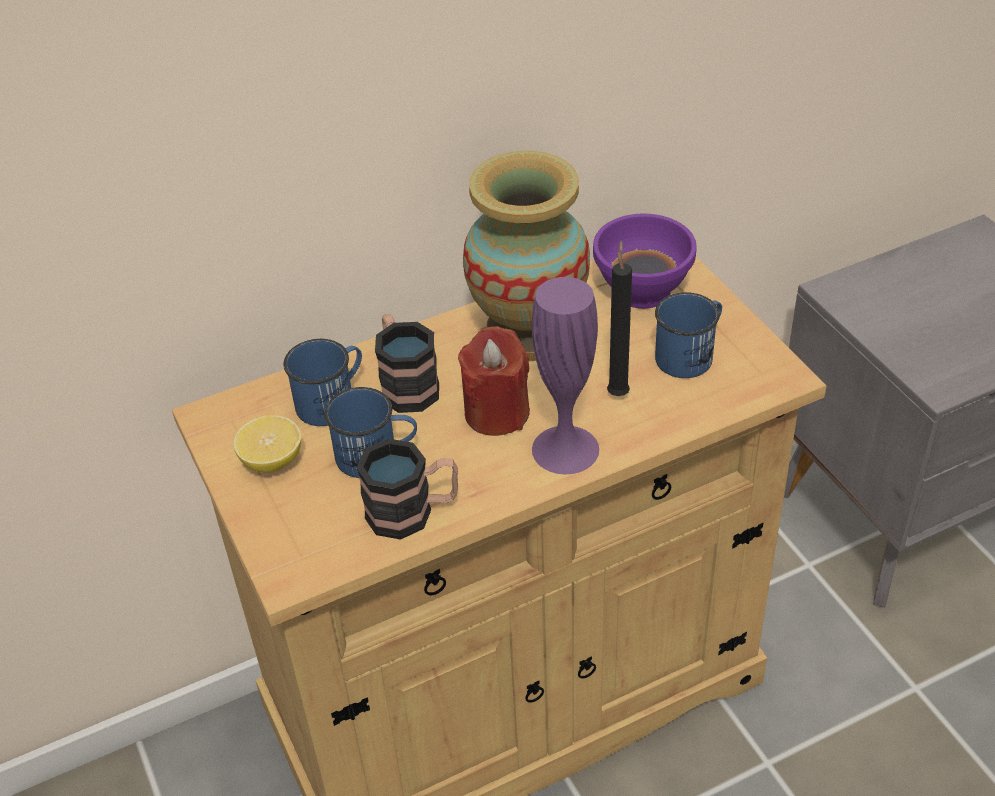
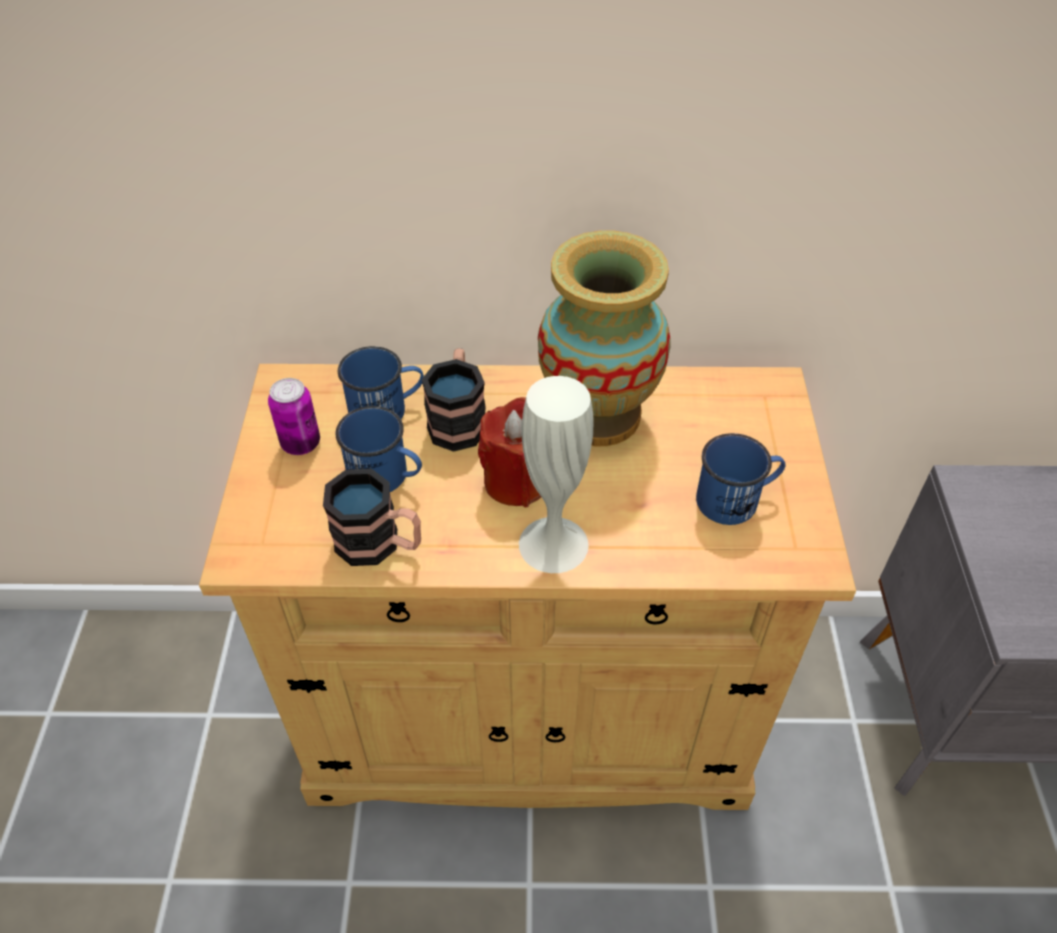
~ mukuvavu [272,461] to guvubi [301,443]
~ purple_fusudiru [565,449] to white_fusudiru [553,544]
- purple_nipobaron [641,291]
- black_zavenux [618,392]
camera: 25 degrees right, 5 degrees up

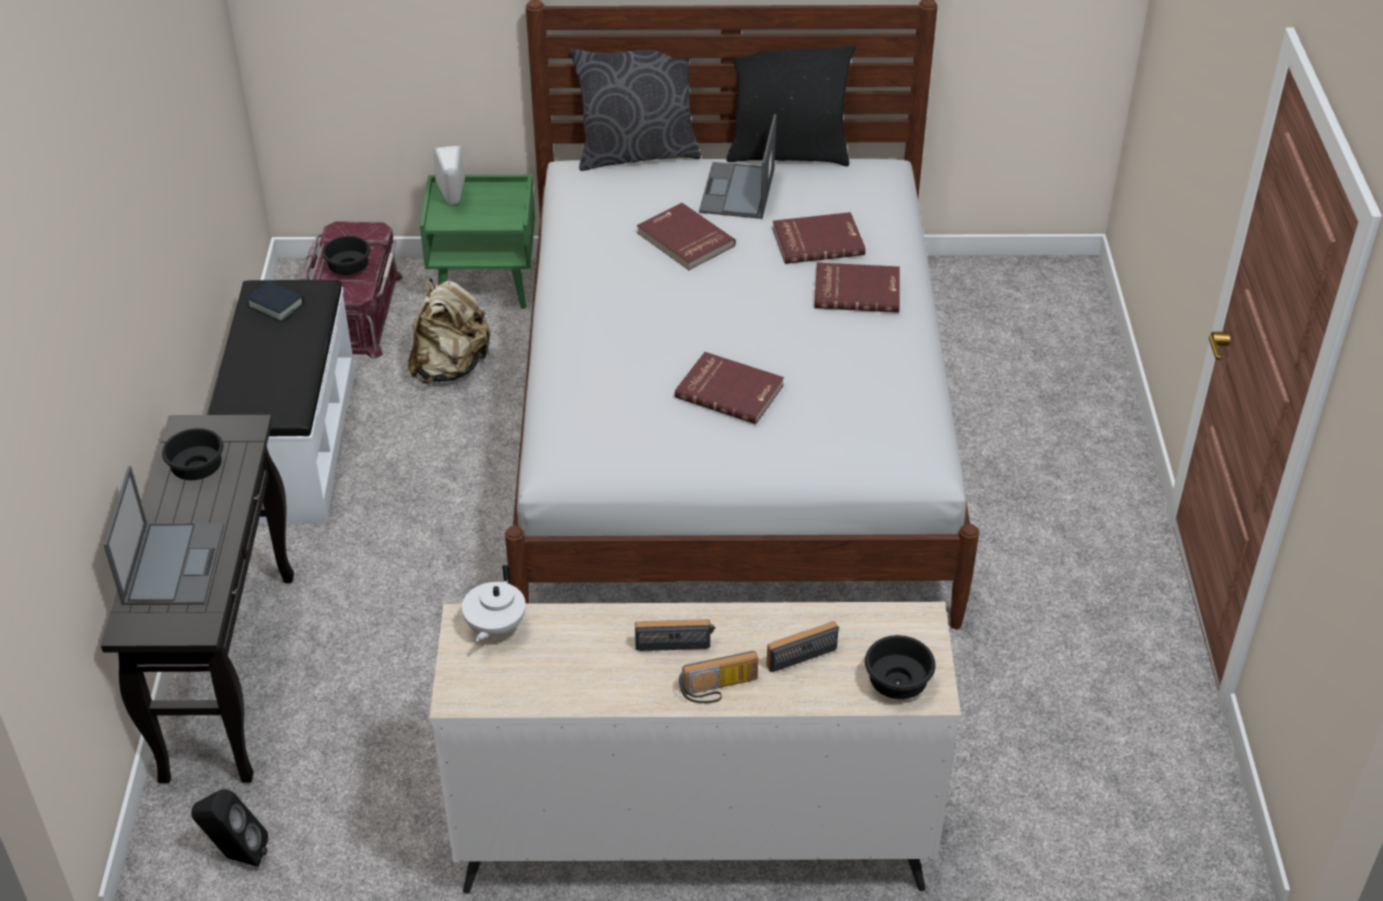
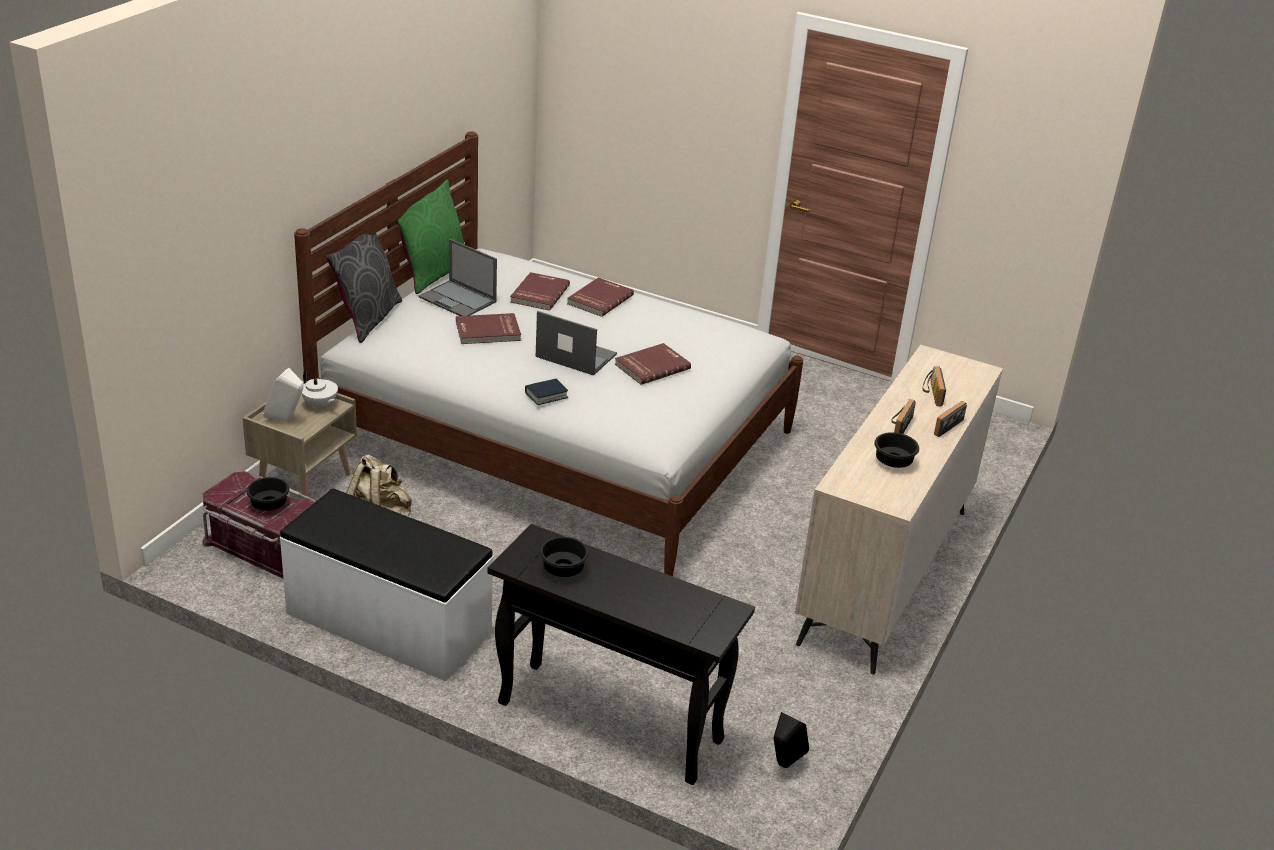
~ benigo [173,563] to [575,355]
~ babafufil [276,305] to [546,395]
~ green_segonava [486,286] to beige_segonava [304,481]
~ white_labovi [495,628] to [320,405]
~ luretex [719,690] = [945,425] 150 degrees counterclockwise
~ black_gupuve [788,152] to green_gupuve [432,273]
~ black_nipobaron [899,684] to [894,462]
camera: 65 degrees left, 10 degrees down

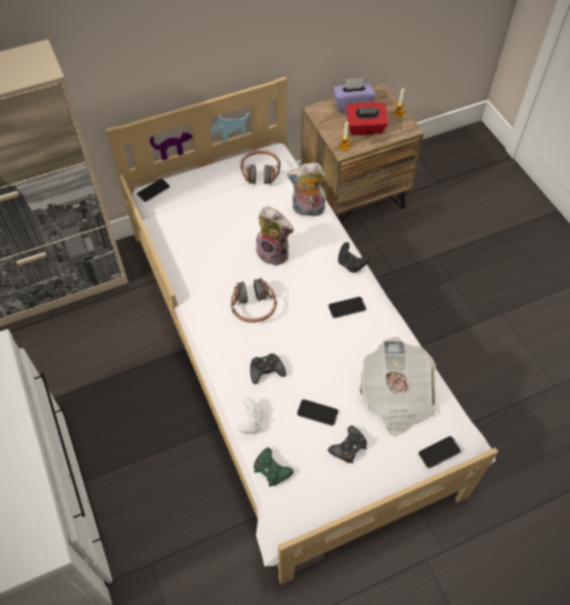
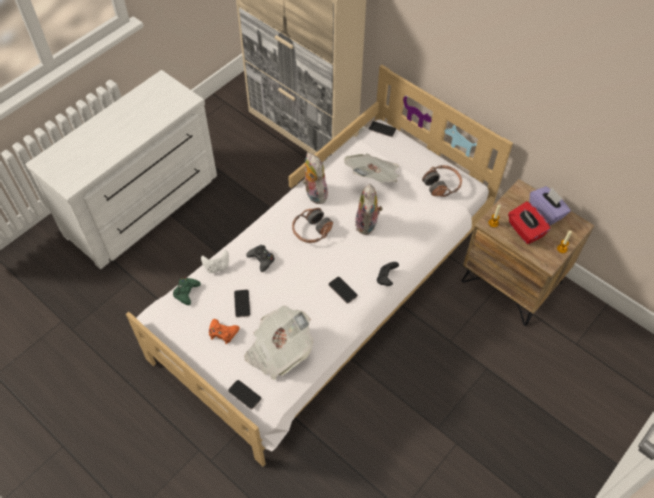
~ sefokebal [307,210] to [314,193]
~ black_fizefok [348,447] to orange_fizefok [223,333]
+ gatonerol [373,177]
camera: 65 degrees right, 0 degrees up

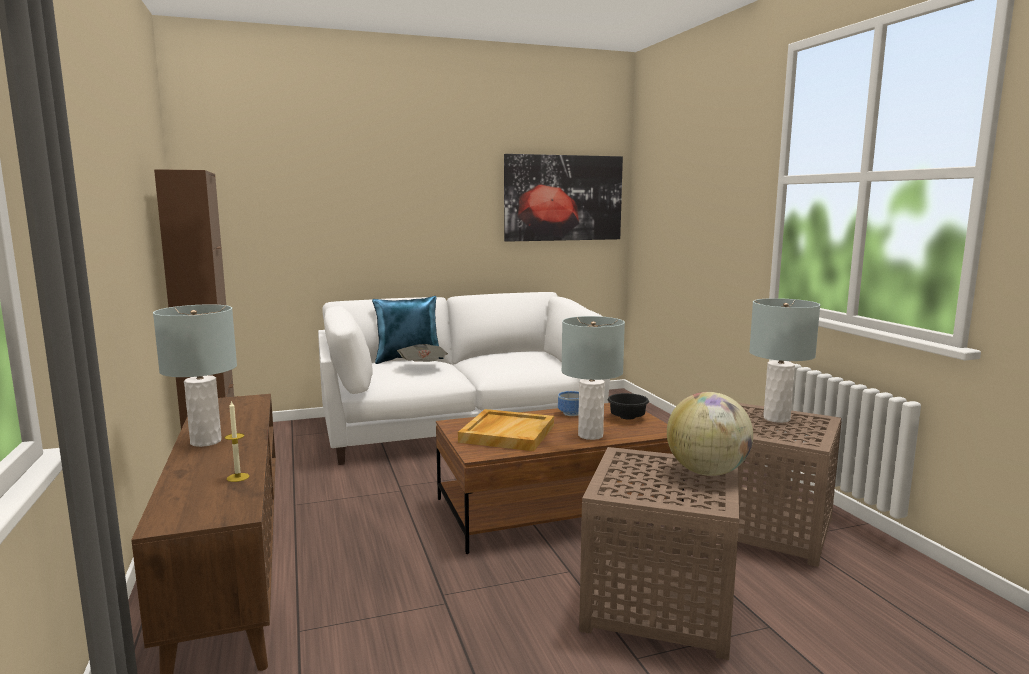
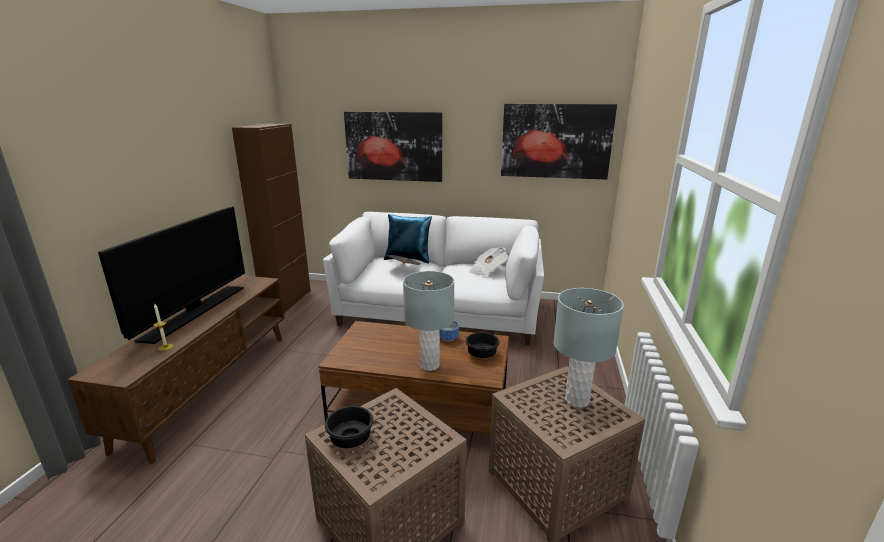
~ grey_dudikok [205,441] to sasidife [195,312]
- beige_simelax [507,433]
- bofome [707,472]
+ black_nipobaron [352,439]
+ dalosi [394,146]
+ gatonerol [487,271]
camera: 30 degrees right, 10 degrees up

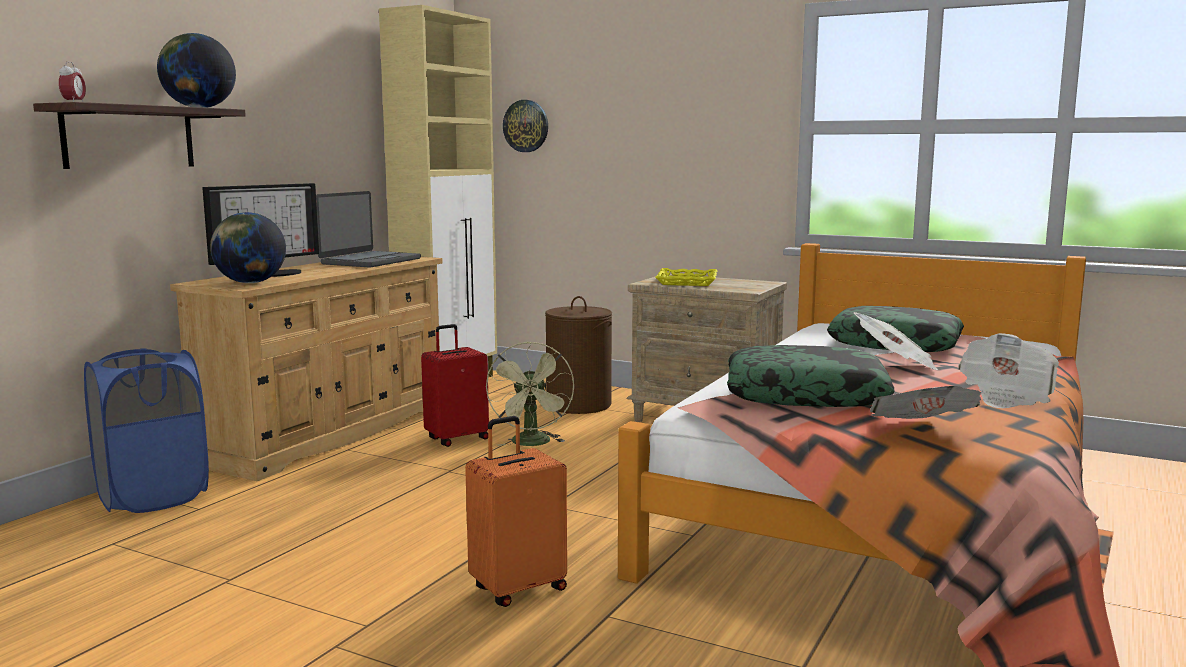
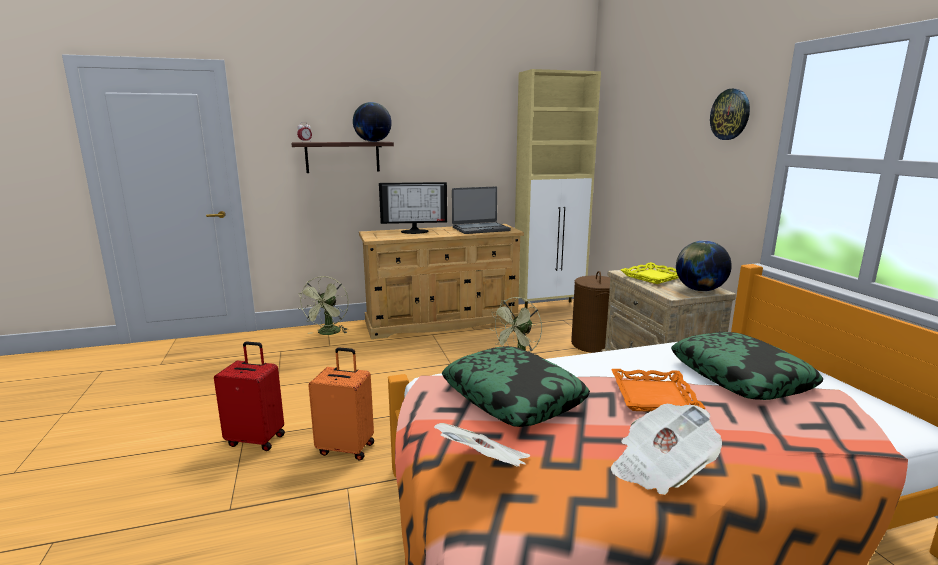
~ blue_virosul [153,497] to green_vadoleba [328,333]
~ bofome [250,283] to [699,290]
~ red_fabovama [456,439] to [257,439]
~ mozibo [526,126] to [730,114]
~ gatonerol [895,363] to orange_simelax [654,397]
camera: 45 degrees right, 5 degrees up

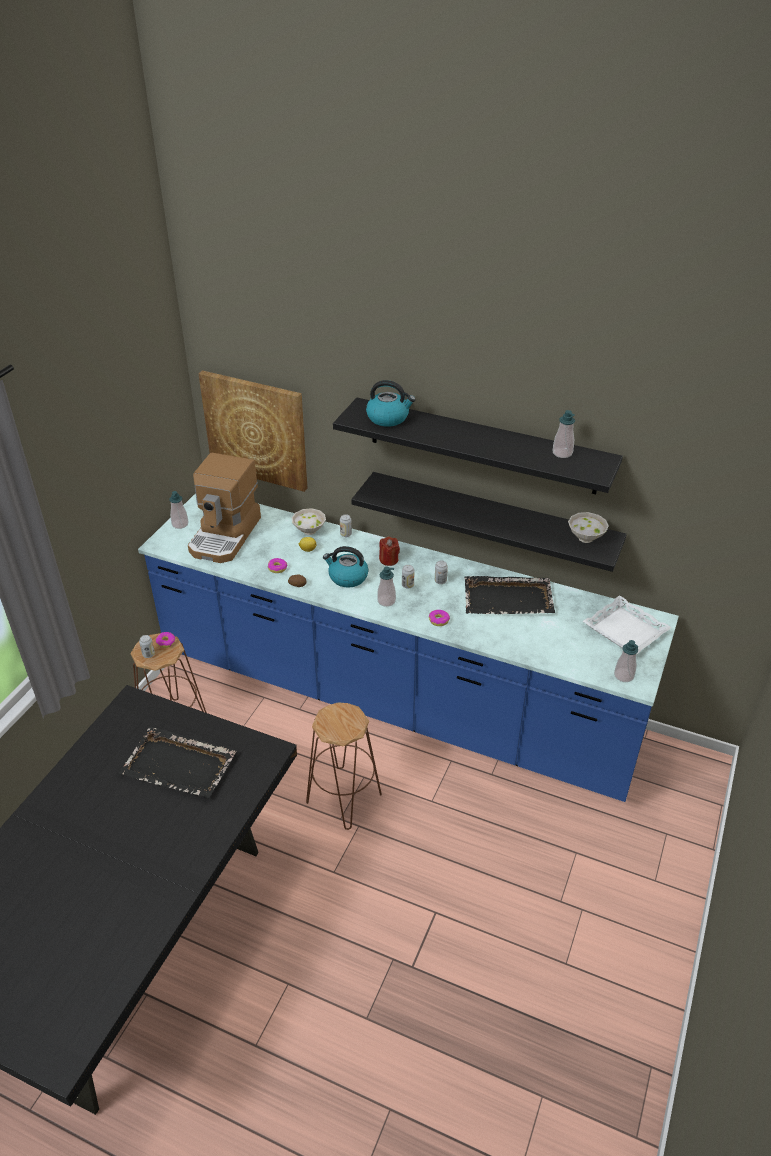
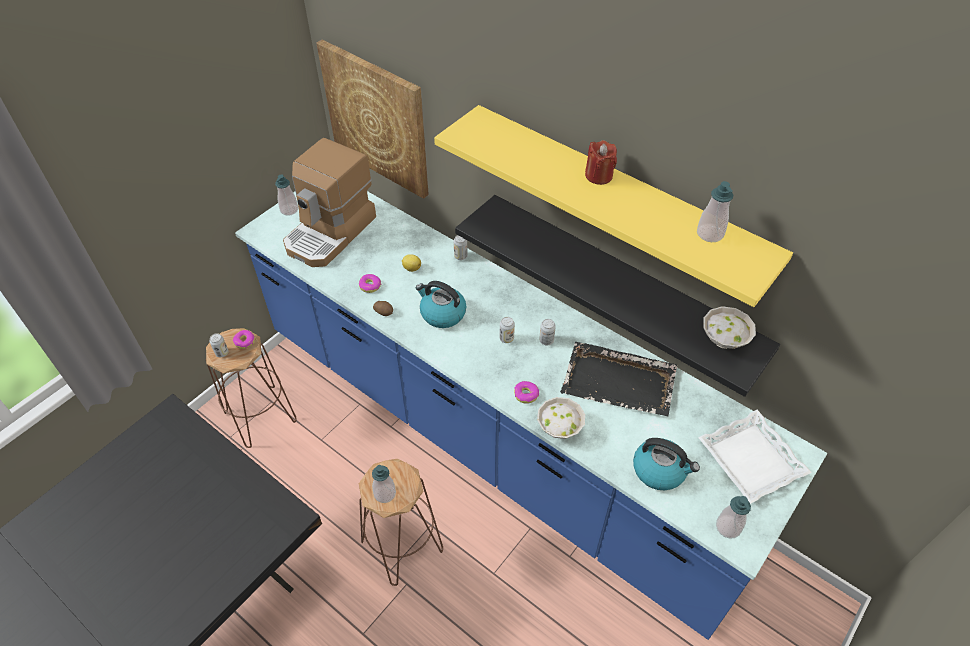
- black_simelax [179,765]
~ white_nipobaron [309,530] to [559,428]
~ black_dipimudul [482,446] to yellow_dipimudul [616,196]
~ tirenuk [388,418] to [660,470]
~ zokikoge [386,601] to [385,493]
~ red_zavenux [389,560] to [598,176]
camera: 15 degrees right, 10 degrees up

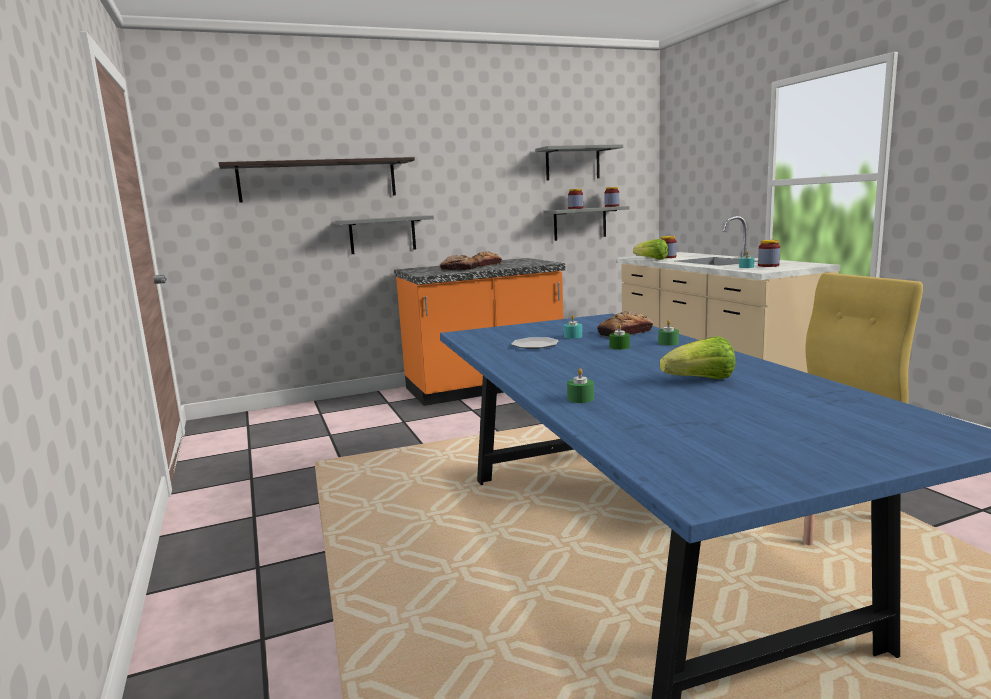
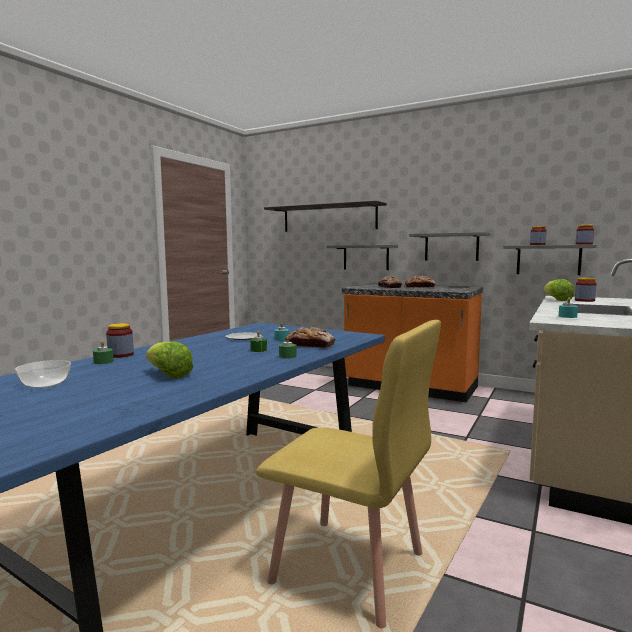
~ grey_dipimudul [572,163] to [451,247]
~ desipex [768,265] to [121,355]
+ nipobaron [46,384]
camera: 50 degrees right, 5 degrees down

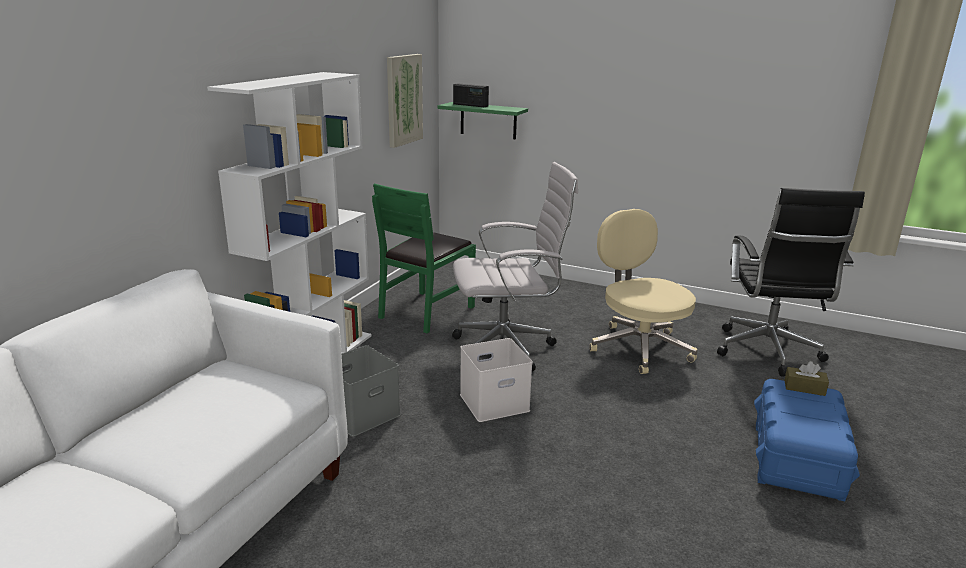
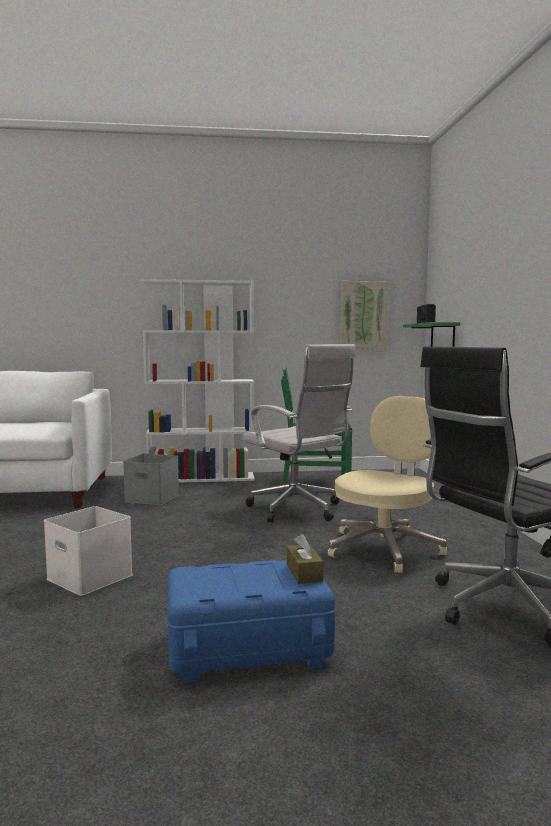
~ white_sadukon [495,401] to [92,577]
camera: 60 degrees right, 15 degrees down

